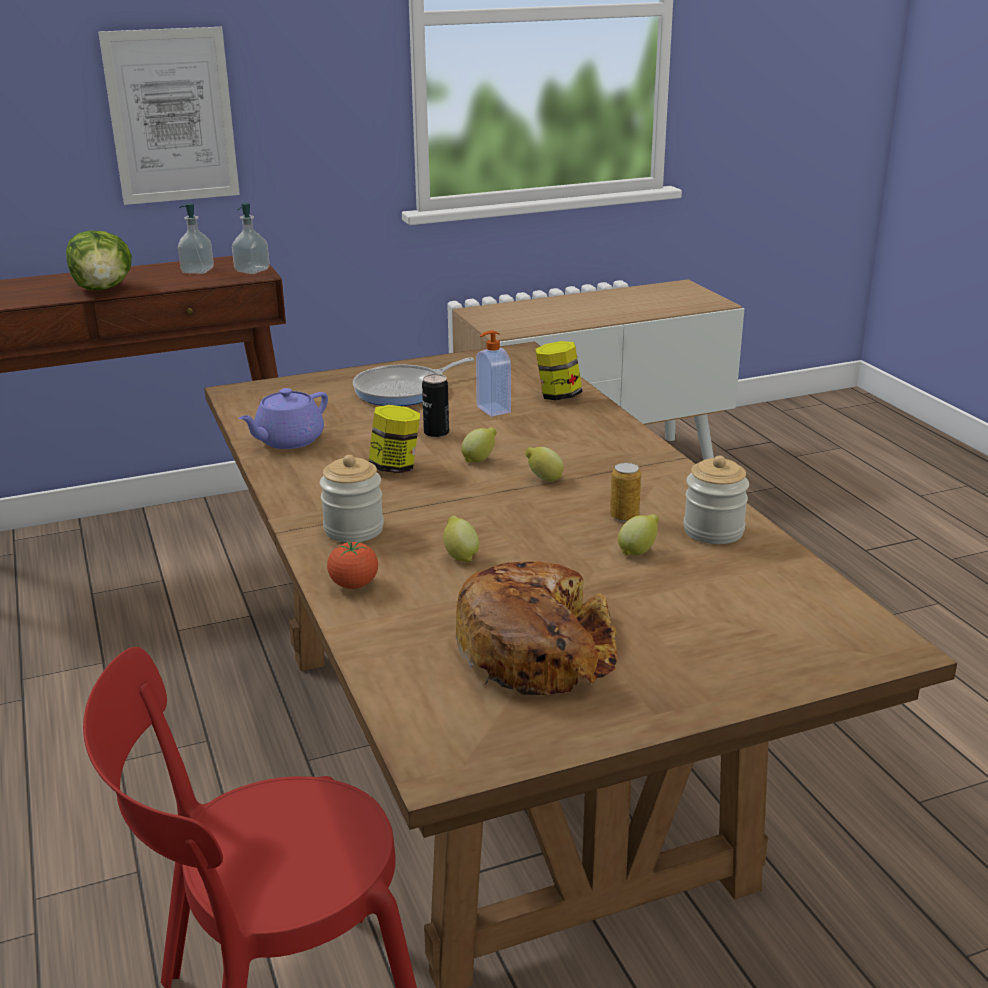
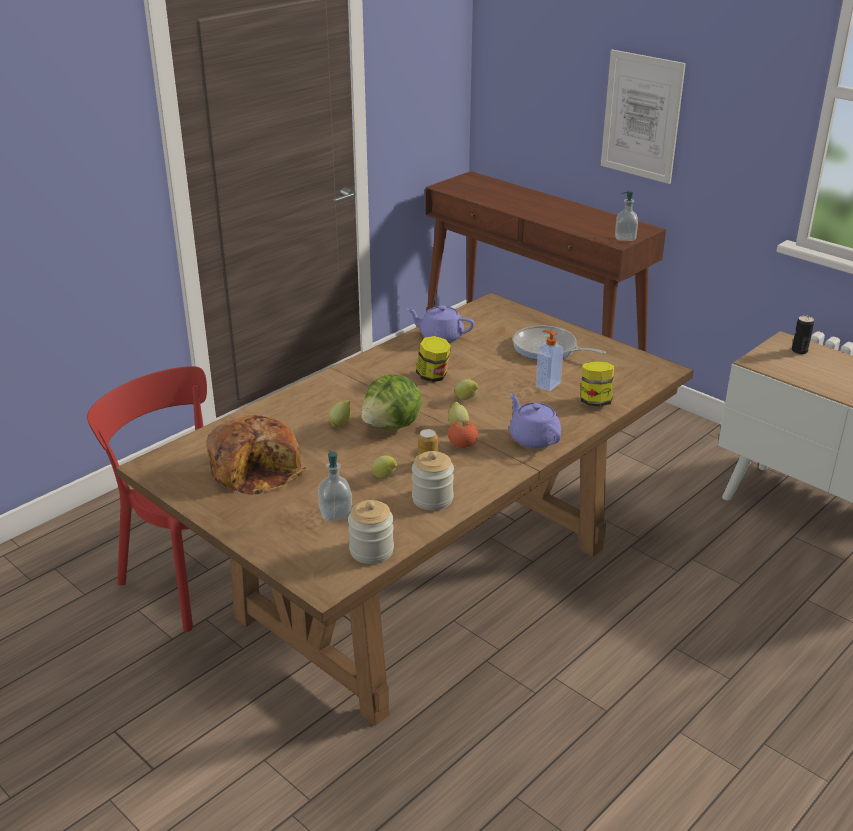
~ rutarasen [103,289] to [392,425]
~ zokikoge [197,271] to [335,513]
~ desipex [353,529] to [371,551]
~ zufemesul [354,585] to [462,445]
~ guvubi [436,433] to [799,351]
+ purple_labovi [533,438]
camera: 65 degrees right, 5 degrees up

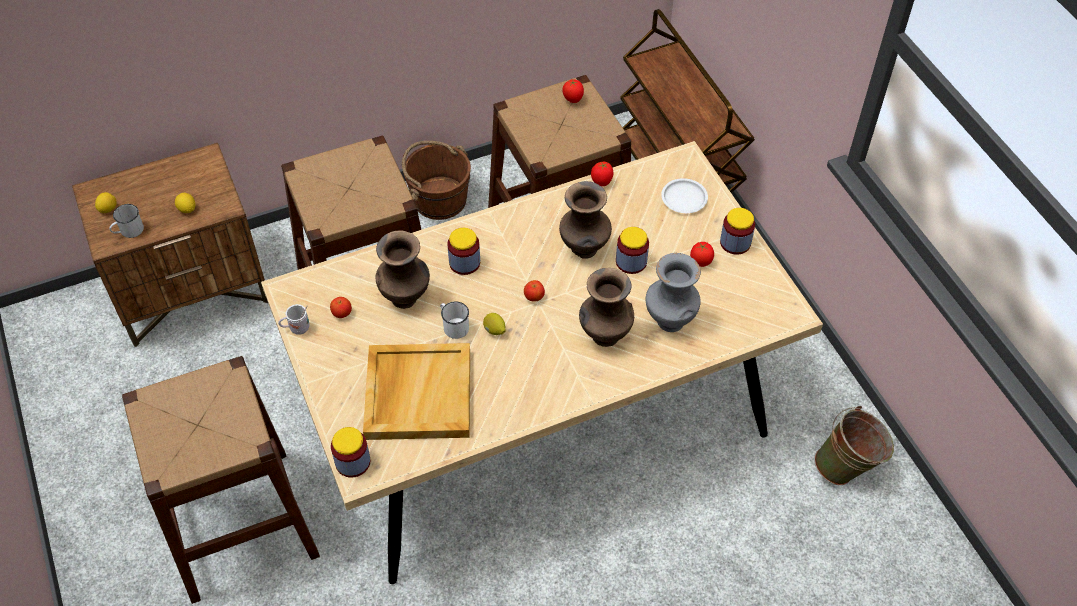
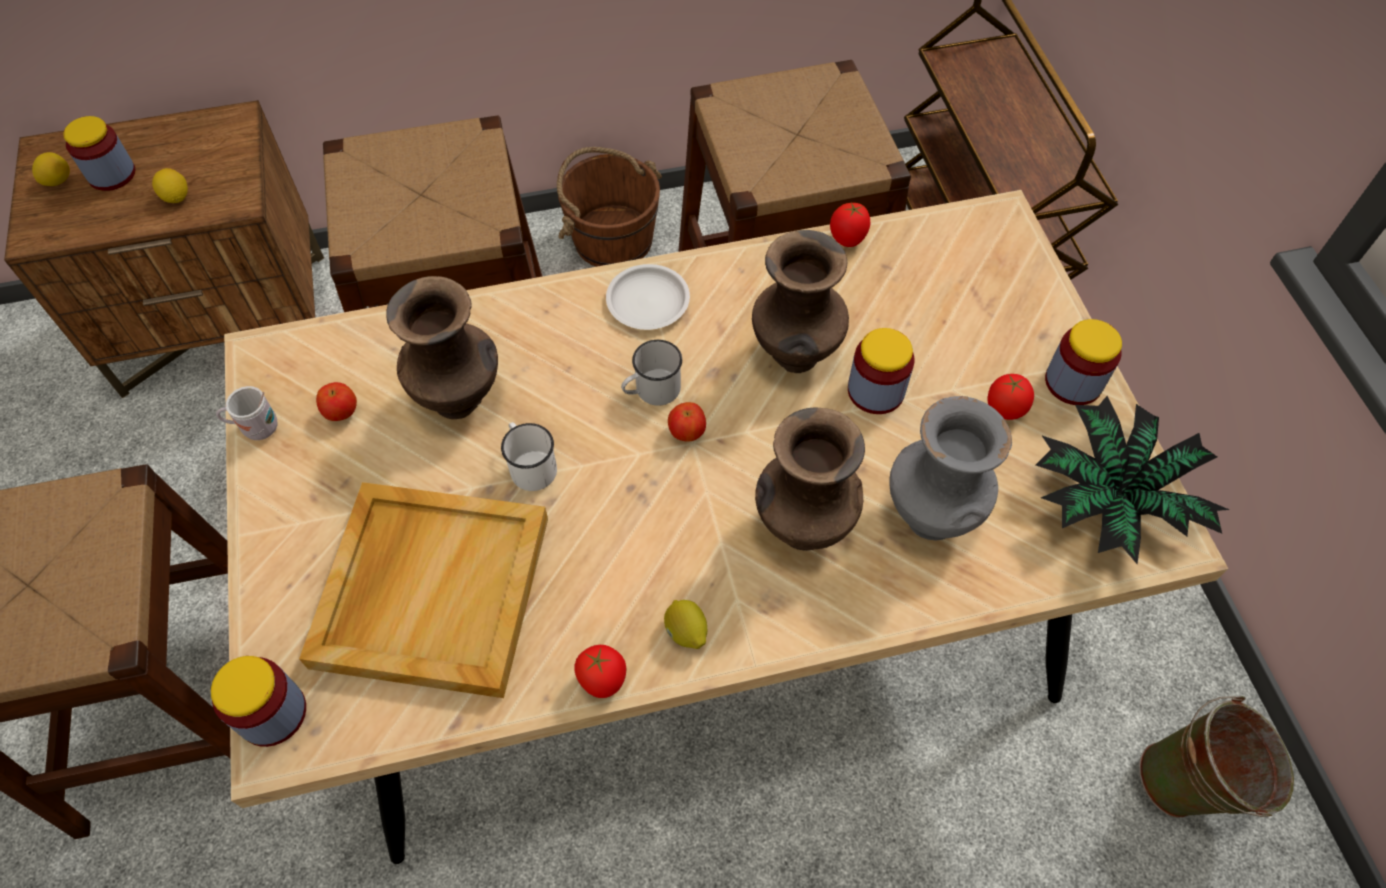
~ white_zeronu [128,231] to [651,391]
~ desipex [464,263] to [112,174]
~ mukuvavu [494,330] to [686,632]
~ zufemesul [573,99] to [603,680]
~ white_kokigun [684,199] to [647,302]
+ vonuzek [1112,501]
camera: 10 degrees right, 5 degrees up

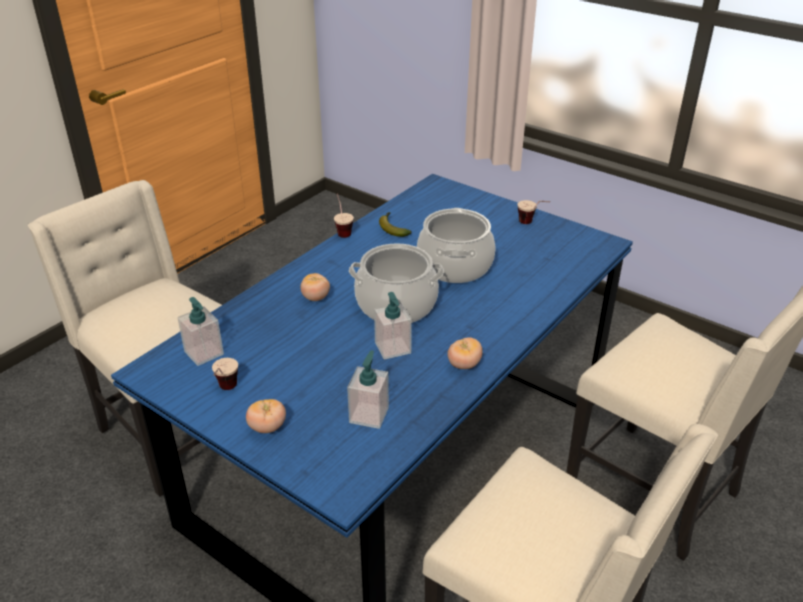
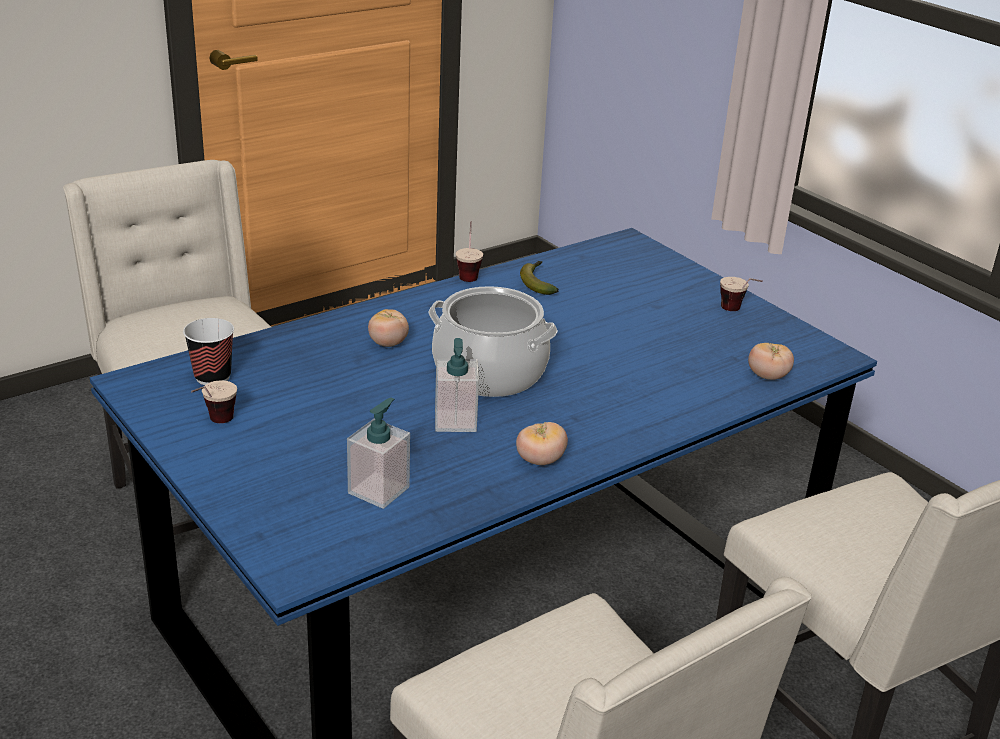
~ zokikoge [204,353] to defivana [212,377]
~ zufemesul [267,427] to [768,376]
- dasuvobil [455,266]
camera: 15 degrees right, 5 degrees down

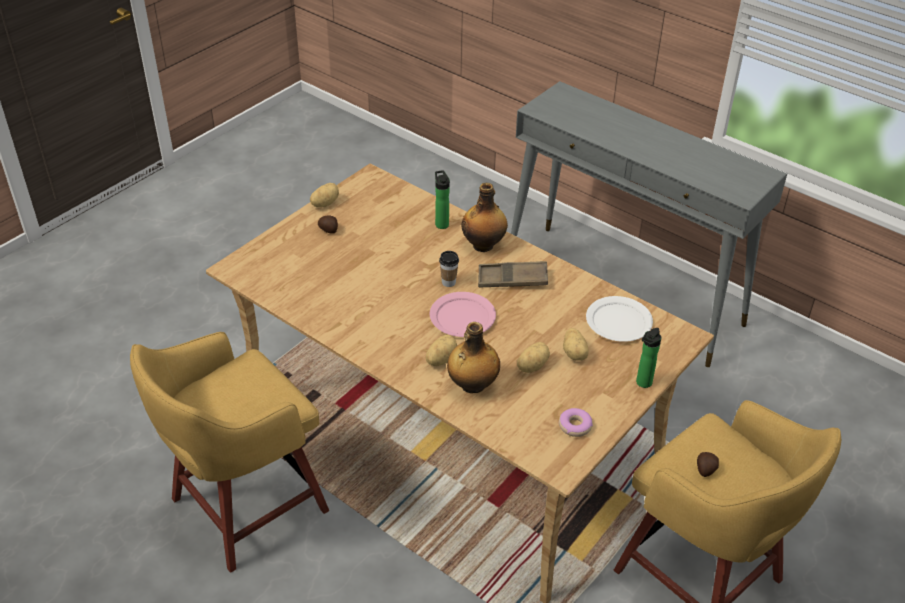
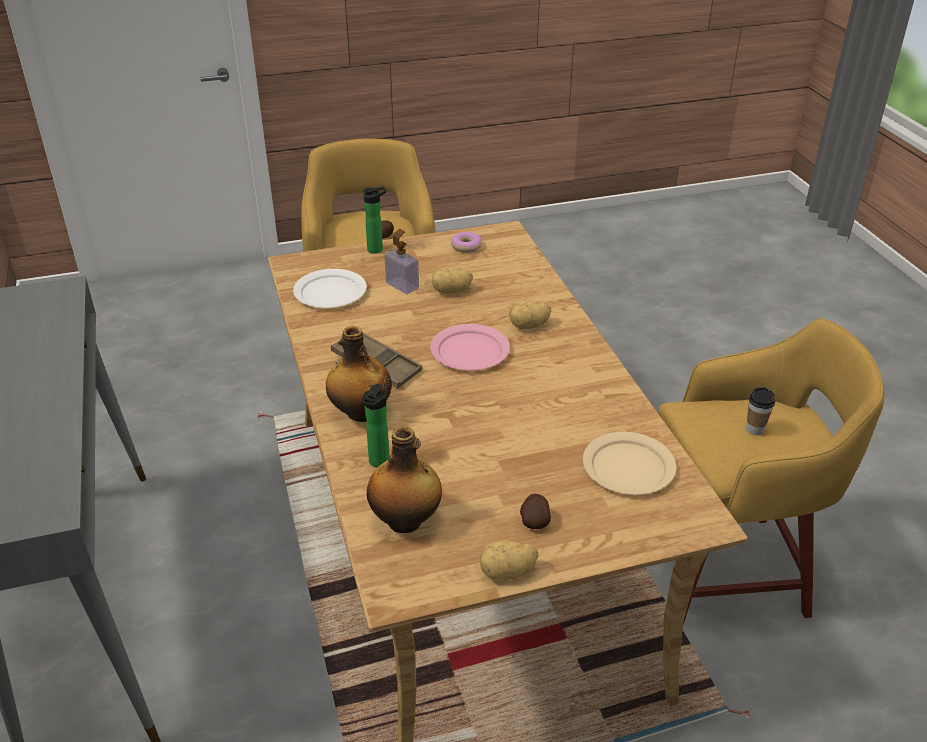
~ defivana [448,282] to [755,429]
~ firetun [472,385] to [406,521]
~ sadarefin [575,353] to zokikoge [402,286]
+ beige_kokigun [628,466]
camera: 145 degrees left, 5 degrees down

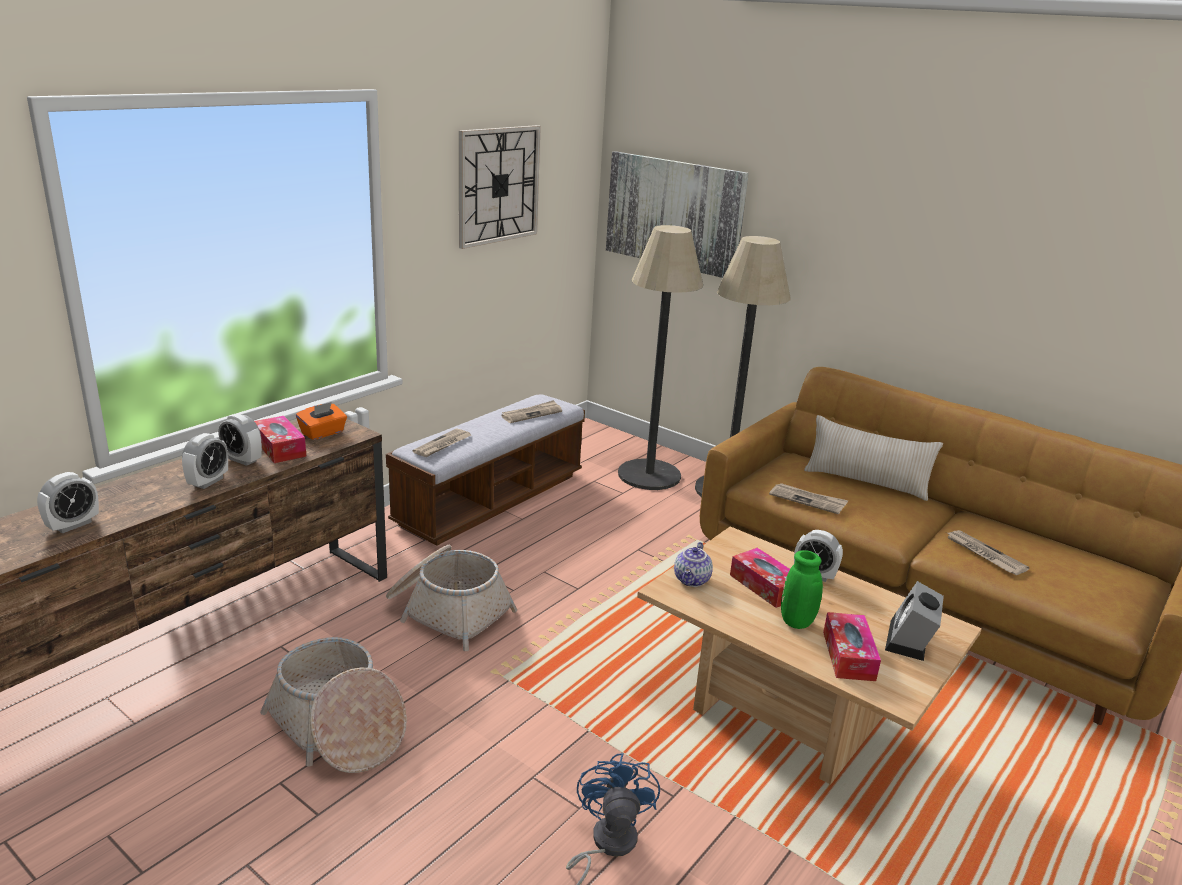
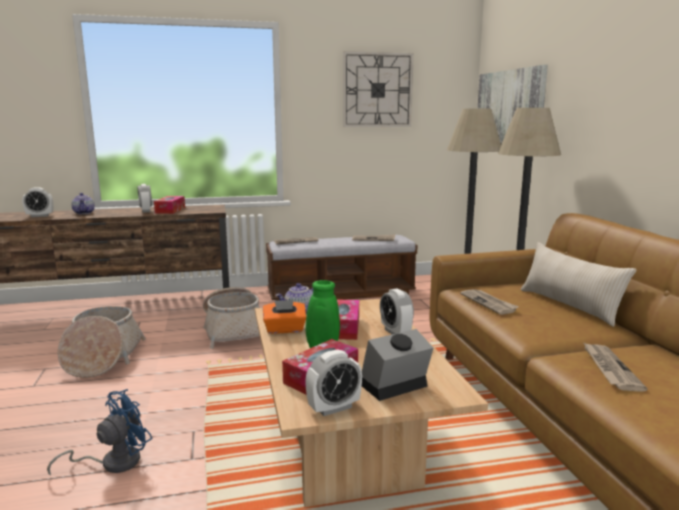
~ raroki [208,482] to [334,408]
~ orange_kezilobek [323,433] to [284,329]
+ labovi [84,213]
camera: 40 degrees right, 10 degrees down

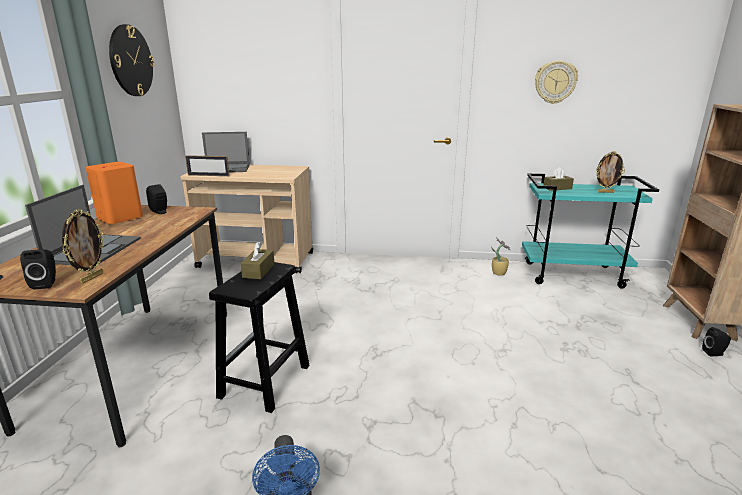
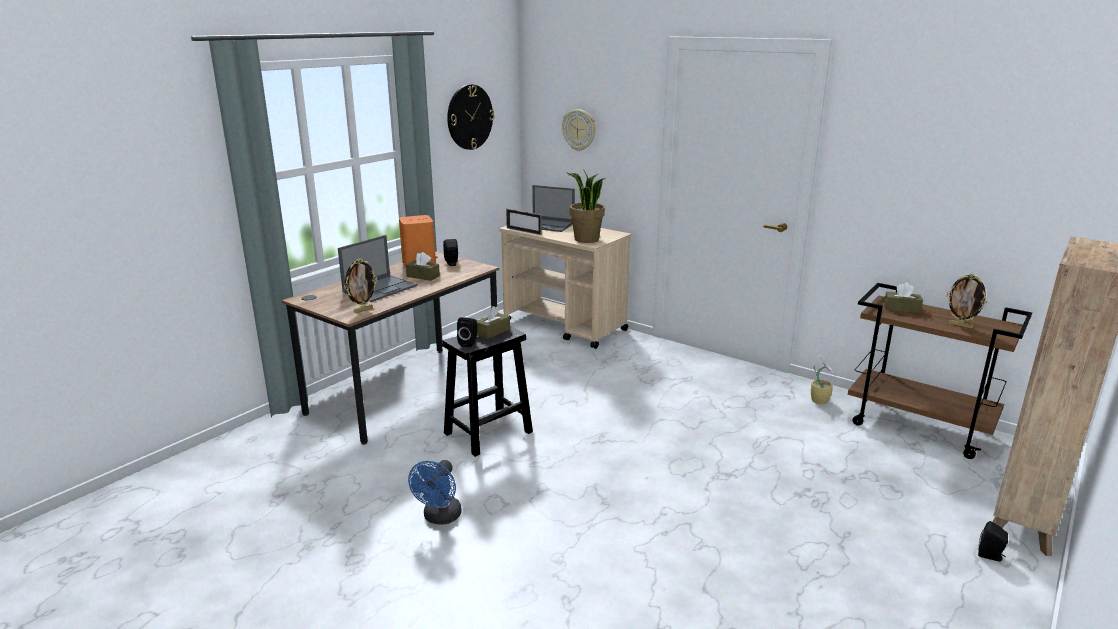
~ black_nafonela [46,283] to [469,343]
~ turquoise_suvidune [573,275] to brown_suvidune [920,427]
~ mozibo [555,82] to [579,130]
+ brown_kezilobek [423,276]
+ vonuzek [586,239]
camera: 30 degrees right, 0 degrees up

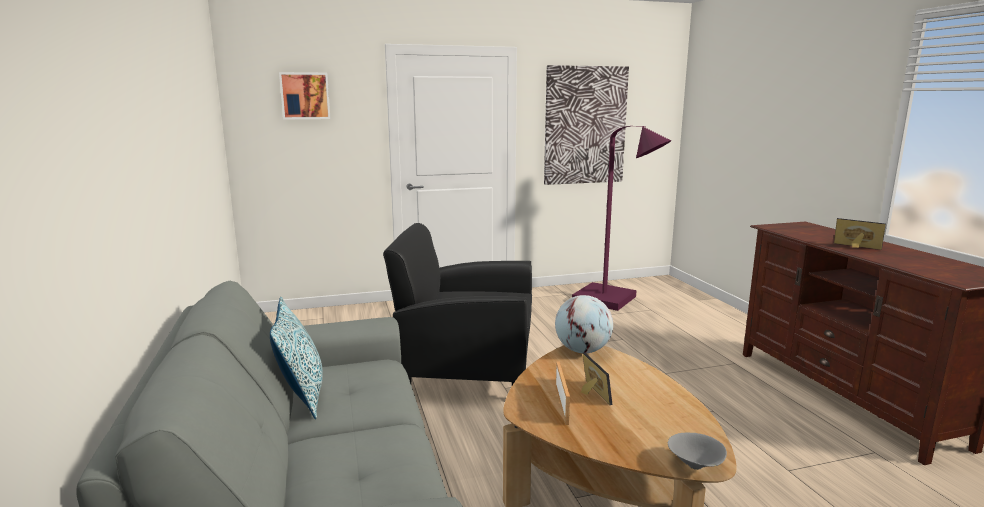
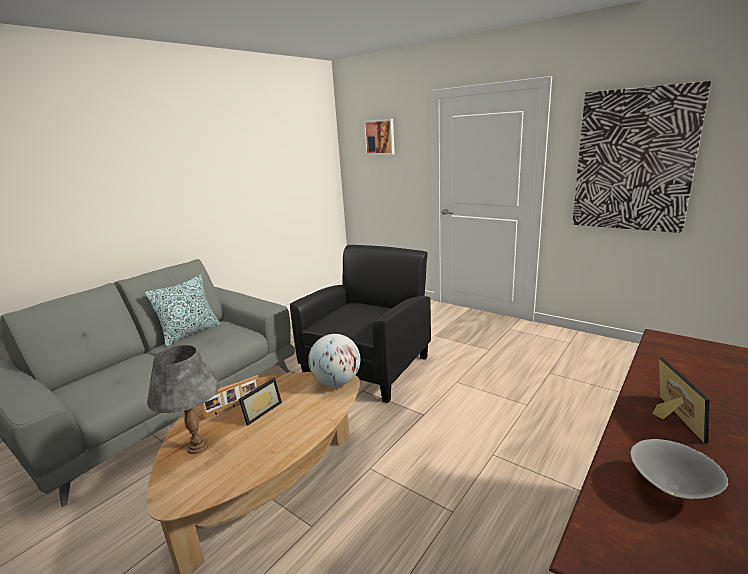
~ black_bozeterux [466,371] = [368,367] 60 degrees clockwise
- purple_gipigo [613,300]
~ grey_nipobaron [695,466] to [670,490]
+ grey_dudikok [198,446]
camera: 55 degrees right, 5 degrees up

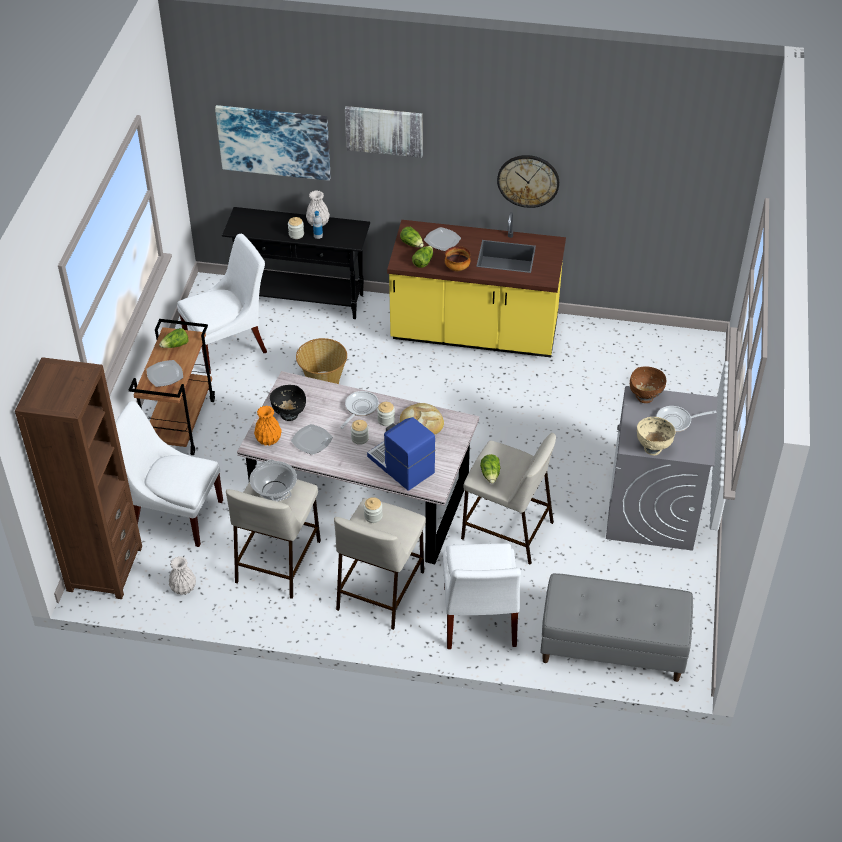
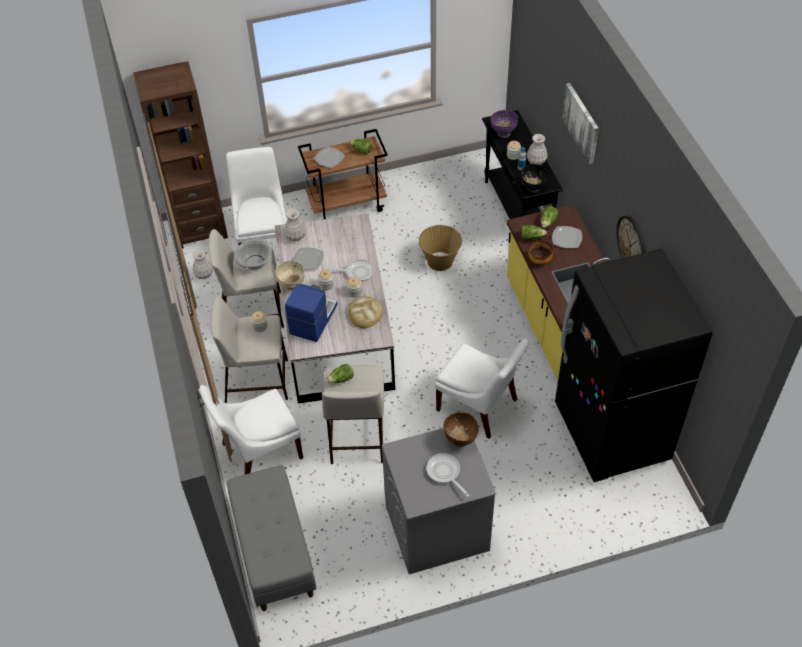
~ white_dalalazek [229,345] to [479,407]
- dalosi [274,141]
~ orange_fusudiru [268,439] to white_fusudiru [295,236]
~ black_nipobaron [289,415] to [532,189]
~ beige_nipobaron [653,448] to [291,286]
+ purple_nipobaron [503,133]
+ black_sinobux [611,433]
camera: 65 degrees right, 5 degrees up

